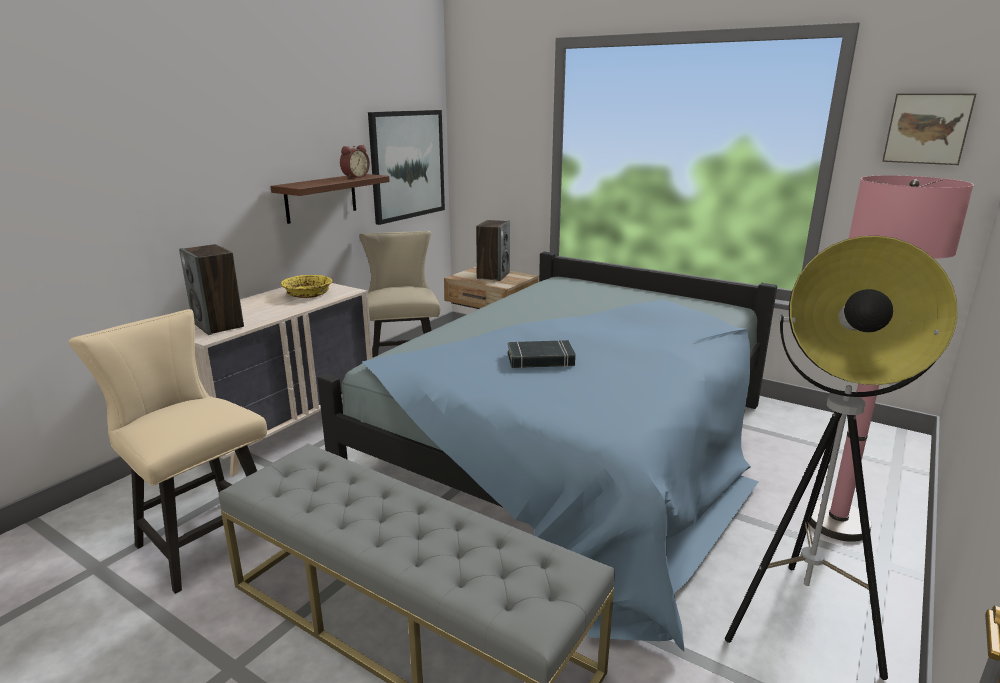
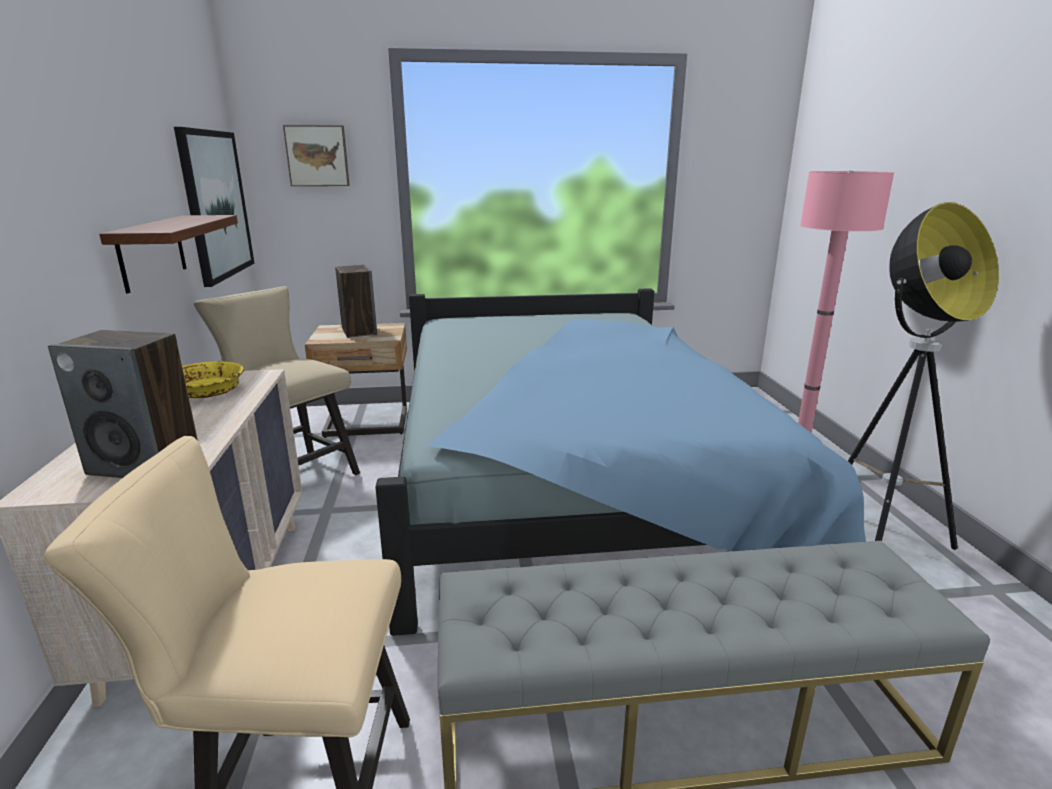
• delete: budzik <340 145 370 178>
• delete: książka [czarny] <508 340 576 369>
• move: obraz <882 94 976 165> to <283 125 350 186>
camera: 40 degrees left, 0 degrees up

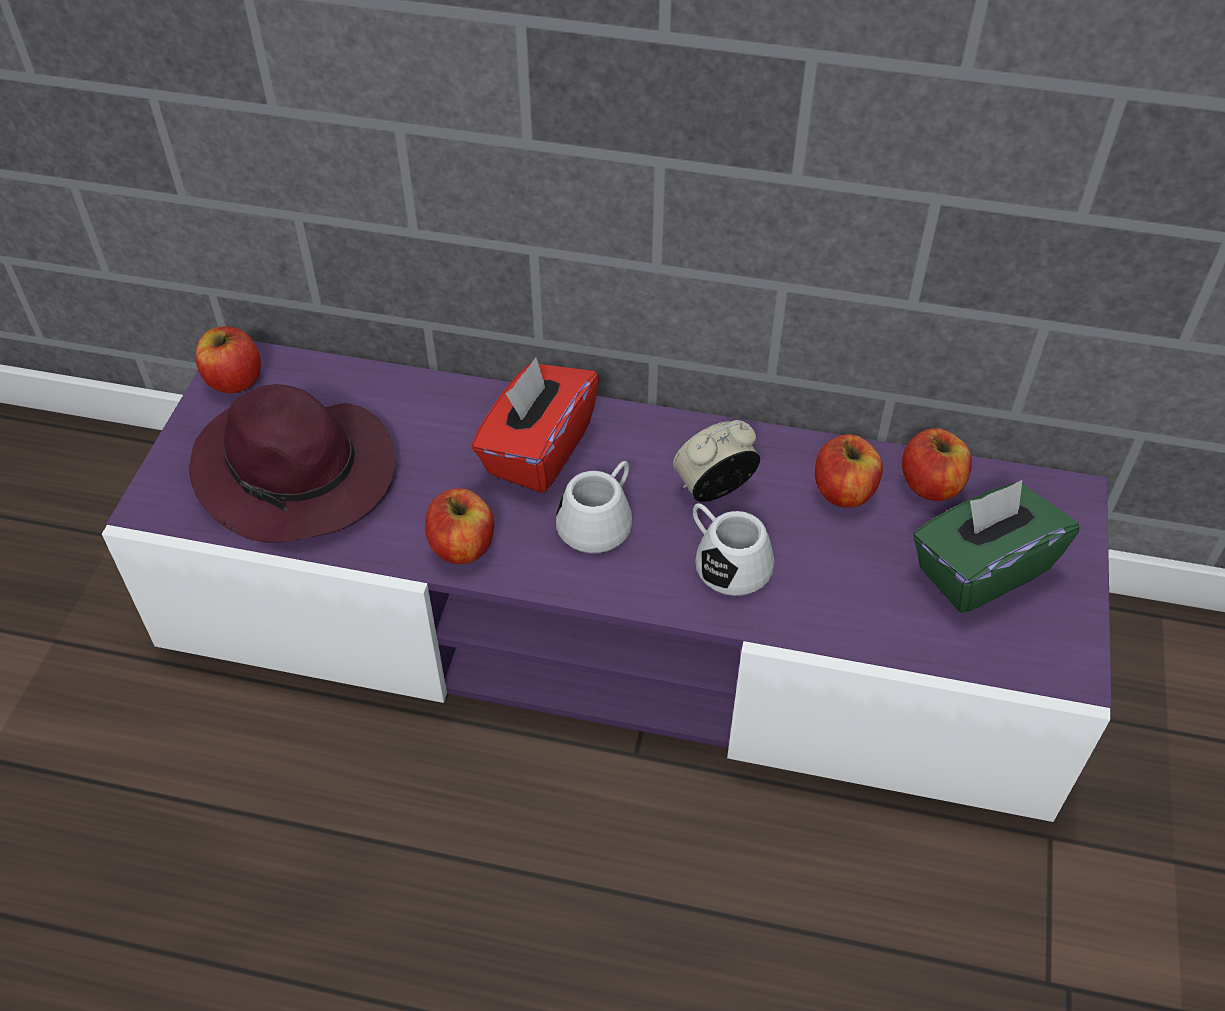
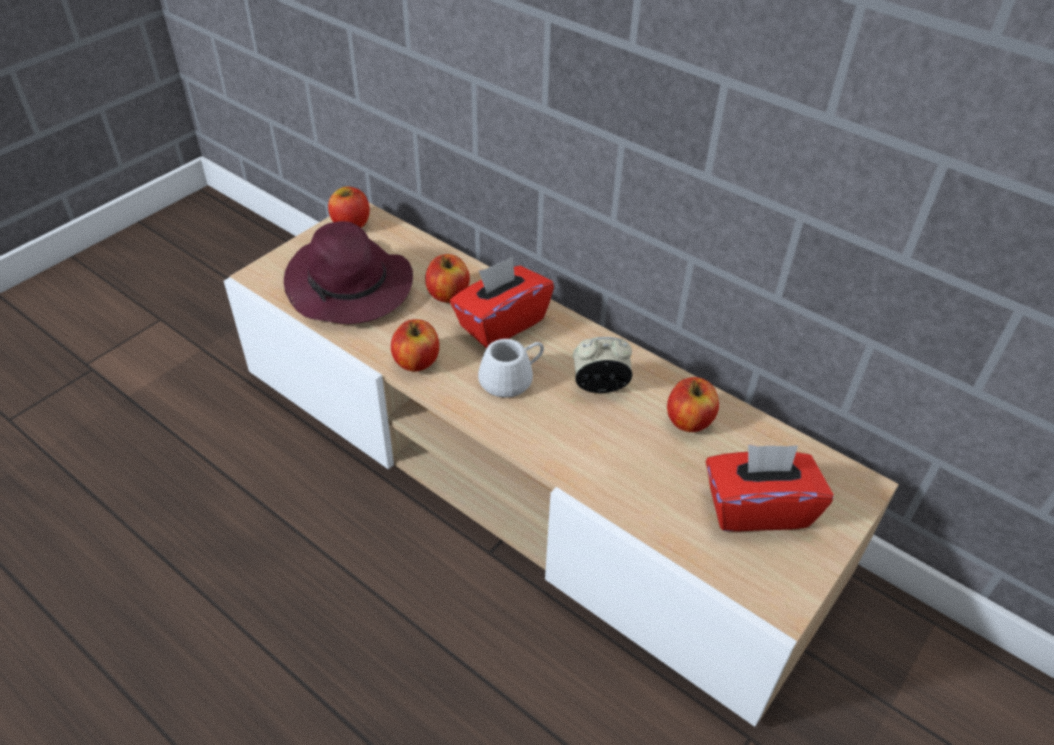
• delete: kubek [biały] <692 503 774 596>
• move: jabłko <902 428 972 501> to <425 254 470 303>
• recolor: szafka pod telewizor [fioletowy] <102 341 1111 822> to szafka pod telewizor [beżowy] <224 203 899 727>
• recolor: pudełko chusteczek [zielony] <913 480 1079 613> to pudełko chusteczek [czerwony] <706 444 834 532>
camera: 25 degrees right, 5 degrees down

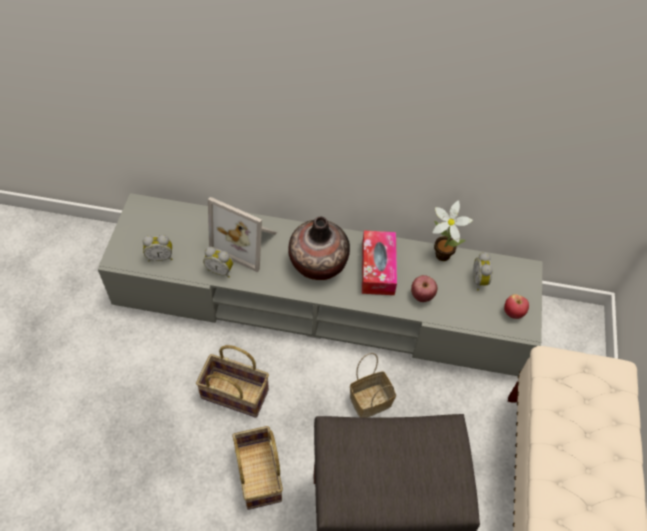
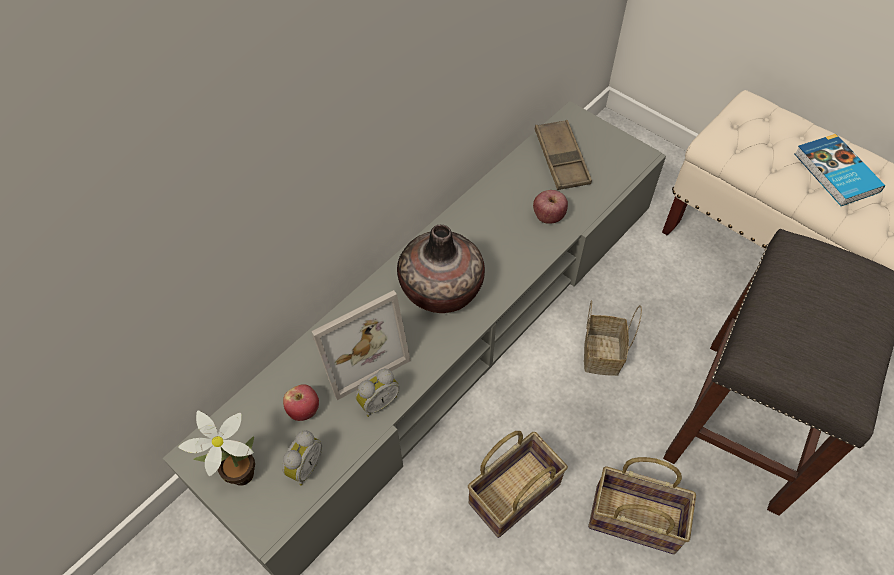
• delete: pudełko chusteczek <362 231 397 295>
• insert: książka <794 134 885 206>
• move: roślina doniczkowa <433 200 473 261> to <178 410 255 486>
• move: jabłko <504 294 529 319> to <283 384 319 421>
• replace: budzik <473 252 493 291> to taca [brązowy] <535 120 592 190>
camera: 55 degrees left, 0 degrees up

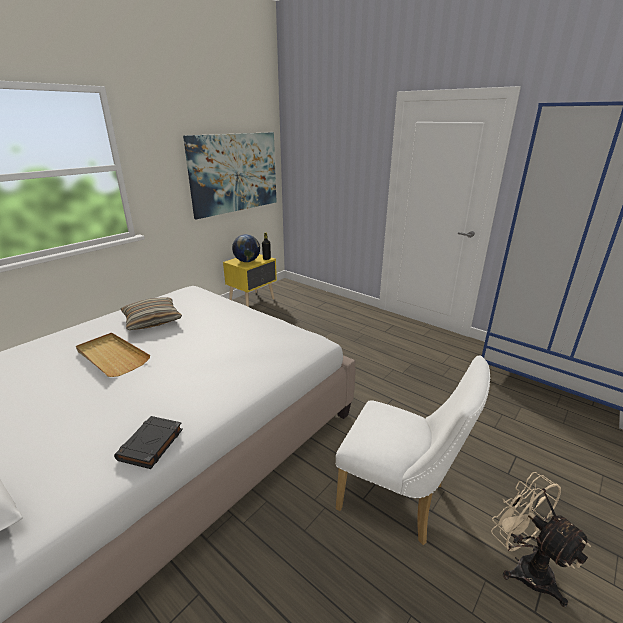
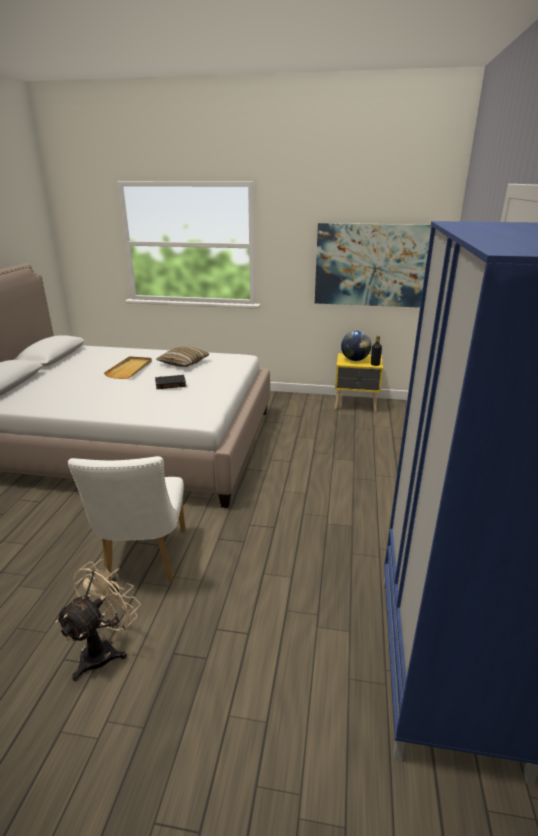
• move: książka [czarny] <114 416 183 469> to <155 375 186 389>
camera: 60 degrees right, 0 degrees up

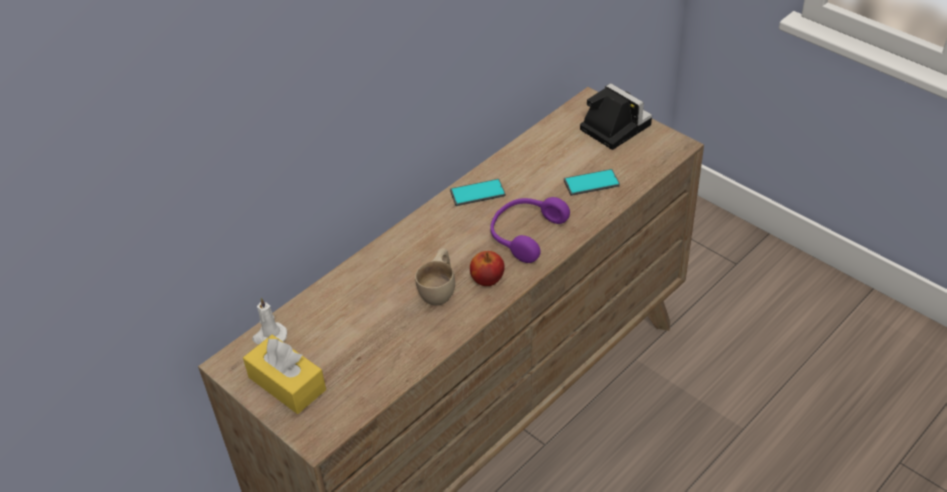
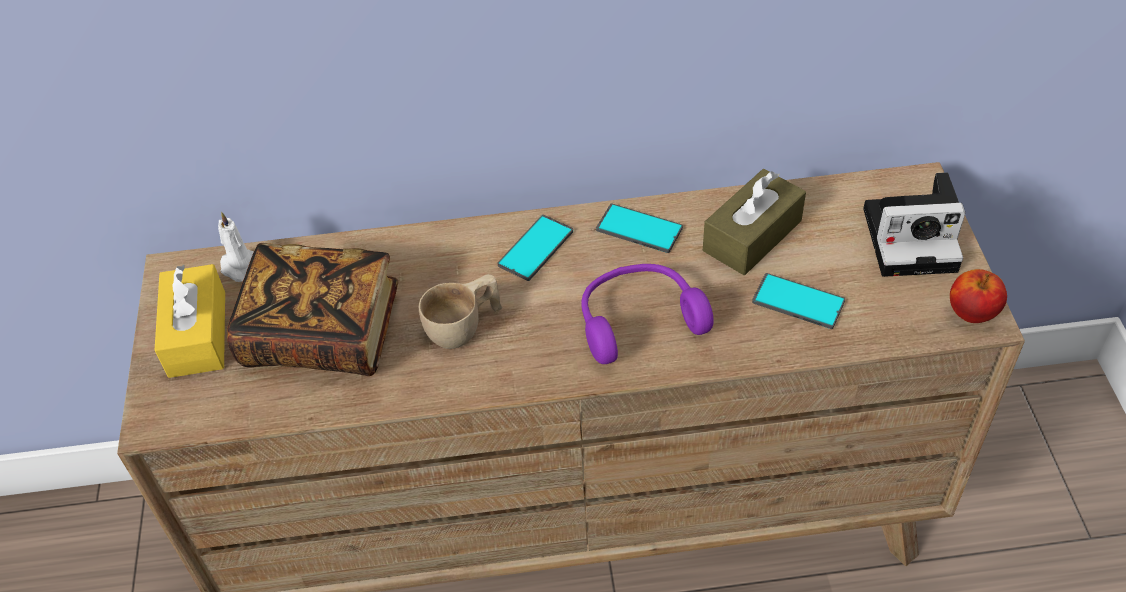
• insert: książka <227 243 398 376>
• insert: telefon <498 215 573 281>
• insert: pudełko chusteczek [brązowy] <703 169 806 275>
• move: jabłko <470 251 505 286> to <950 269 1007 323>
• rotate: aparat fotograficzny <580 83 652 150> = <863 172 965 277> 90 degrees clockwise
camera: 40 degrees right, 5 degrees up

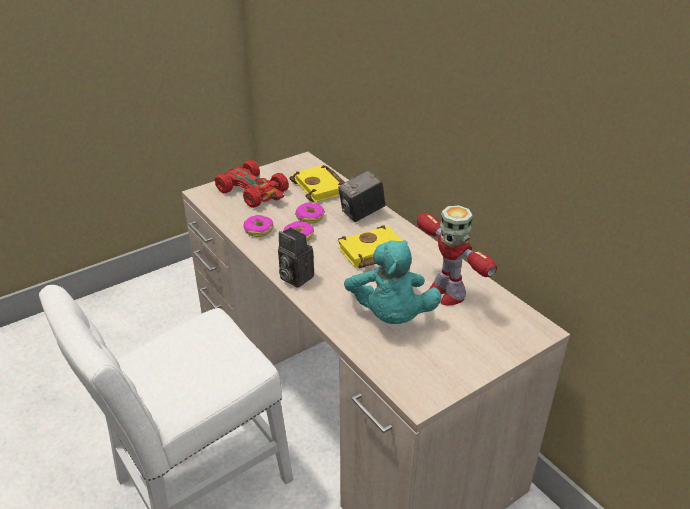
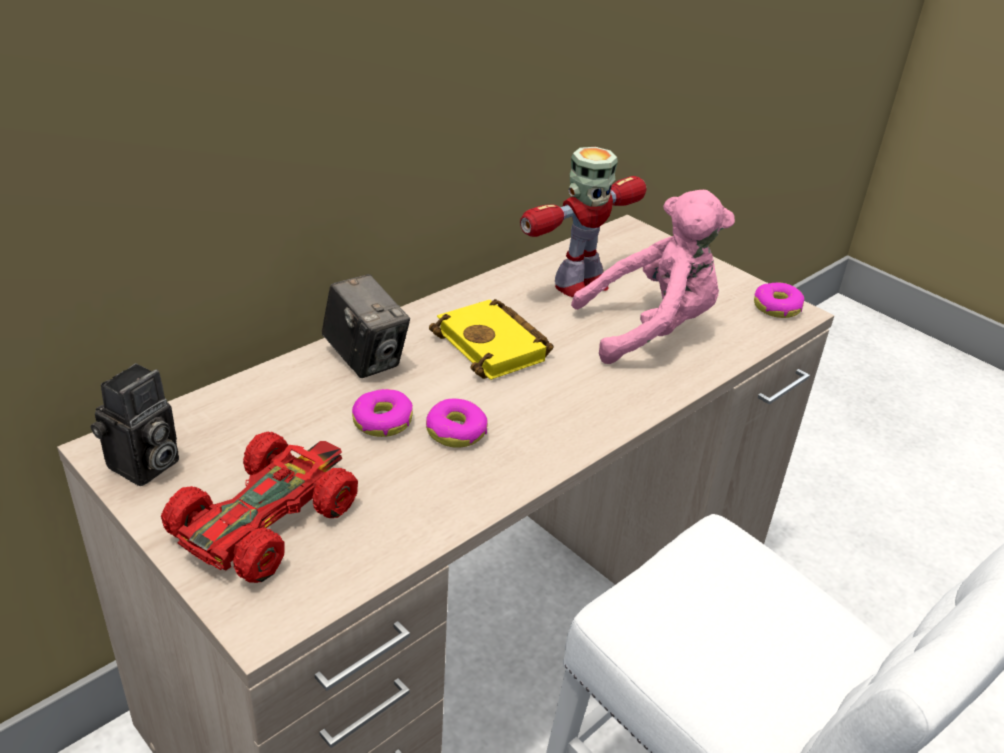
• delete: książka [żółty] <289 165 345 202>
• move: donut <243 215 274 237> to <754 283 804 318>
• move: aparat fotograficzny <278 227 314 288> to <90 363 179 486>
• recolor: pluszak [turkusowy] <344 240 441 324> to pluszak [różowy] <571 190 735 364>
camera: 100 degrees left, 0 degrees up

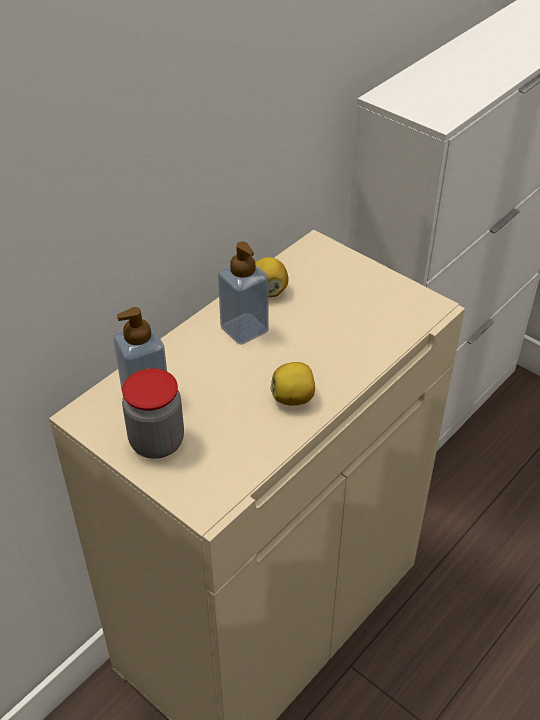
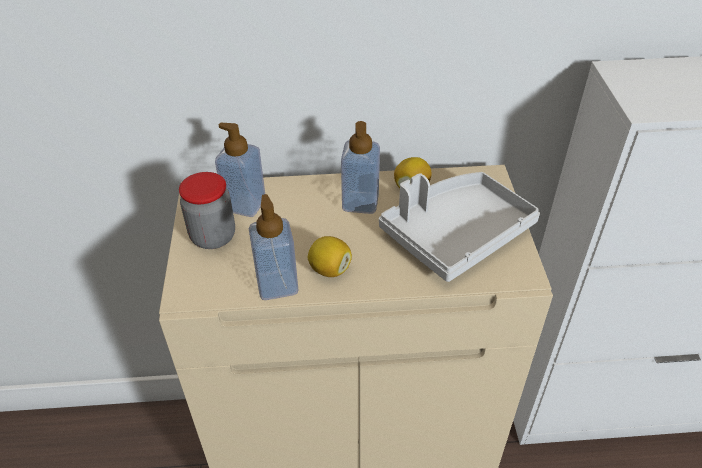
• insert: dozownik mydła <249 194 298 300>
• insert: taca [szary] <379 172 540 282>
camera: 45 degrees right, 0 degrees up

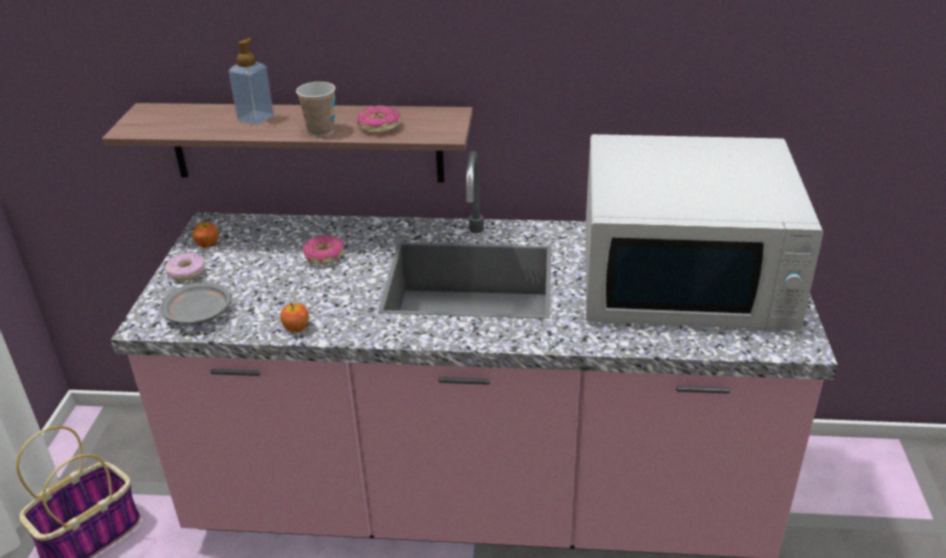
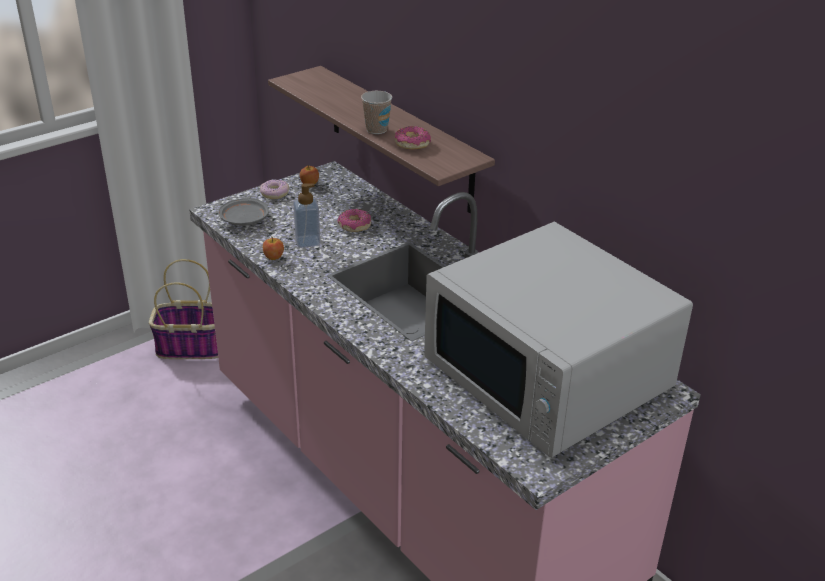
• move: dozownik mydła <228 38 274 125> to <293 184 320 248>
camera: 45 degrees right, 0 degrees up

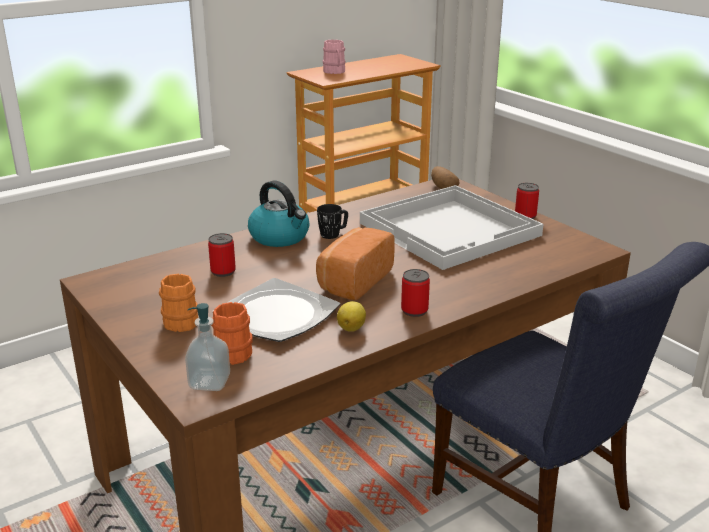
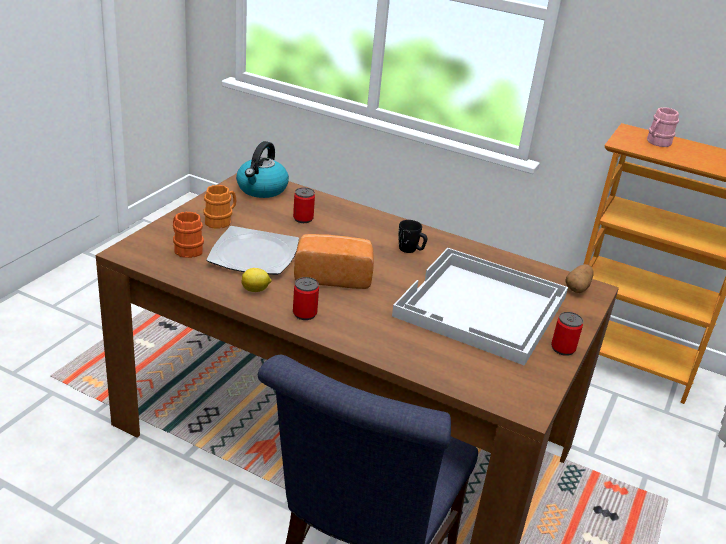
• delete: dozownik mydła <185 303 230 391>
• move: czajnik <248 181 309 247> to <236 141 289 198>
camera: 60 degrees right, 5 degrees up

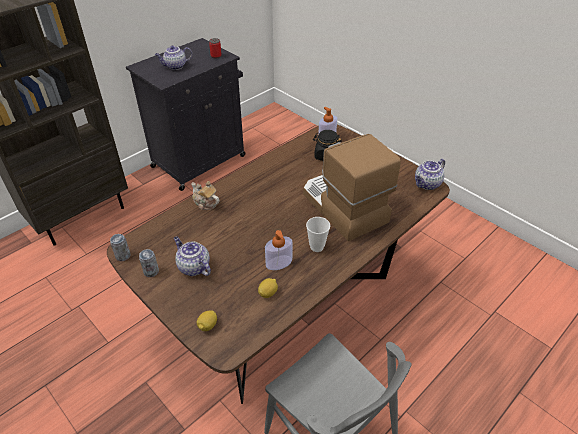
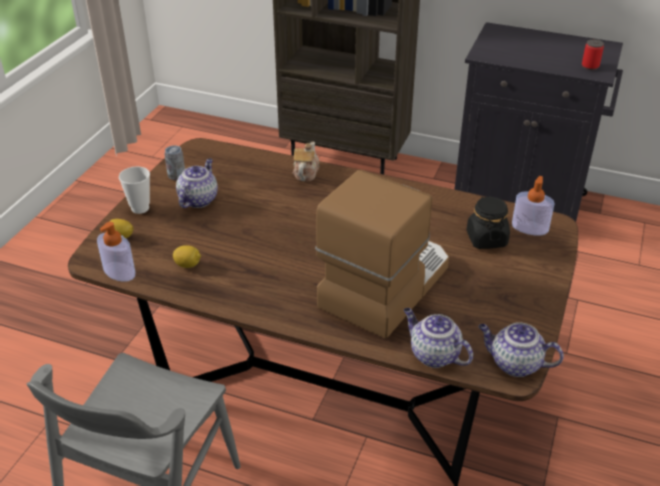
• delete: puszka <110 234 131 261>
• move: imbryk <155 45 192 70> to <404 308 473 368>
• move: dozownik mydła <265 230 292 270> to <97 222 135 282>
• move: filiżanka <306 217 330 252> to <119 166 150 214>
camera: 65 degrees right, 5 degrees down

